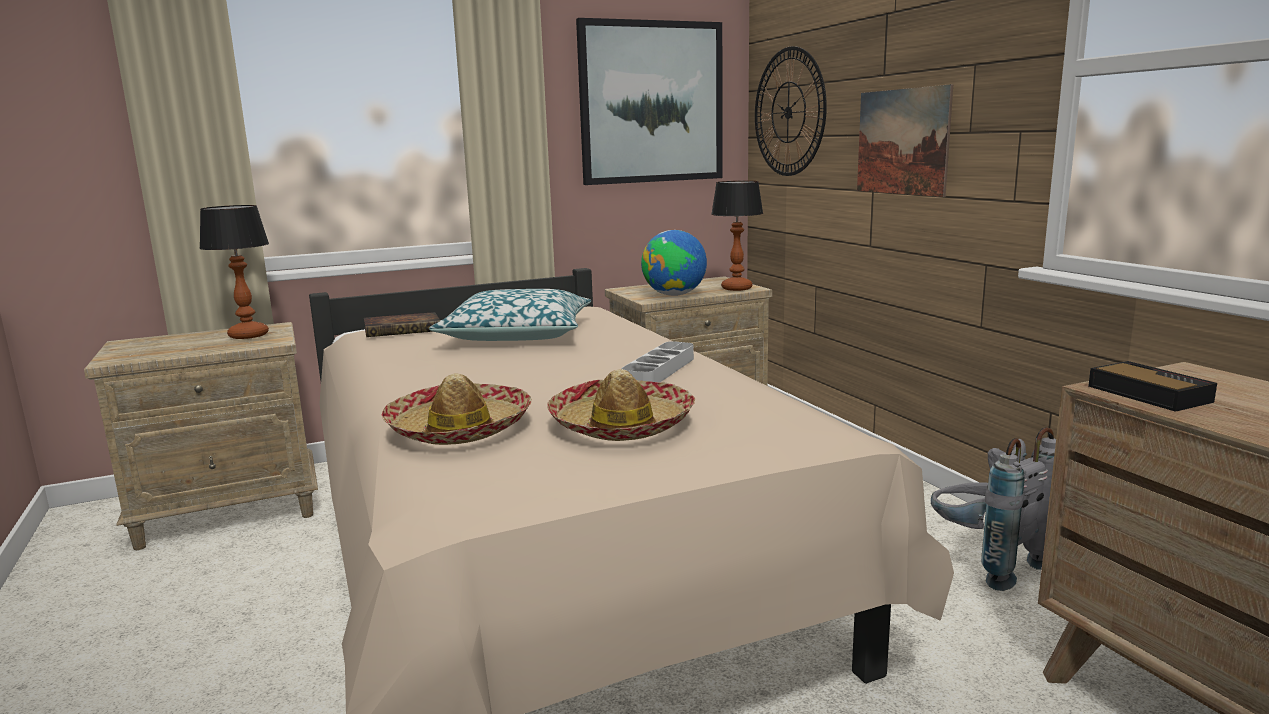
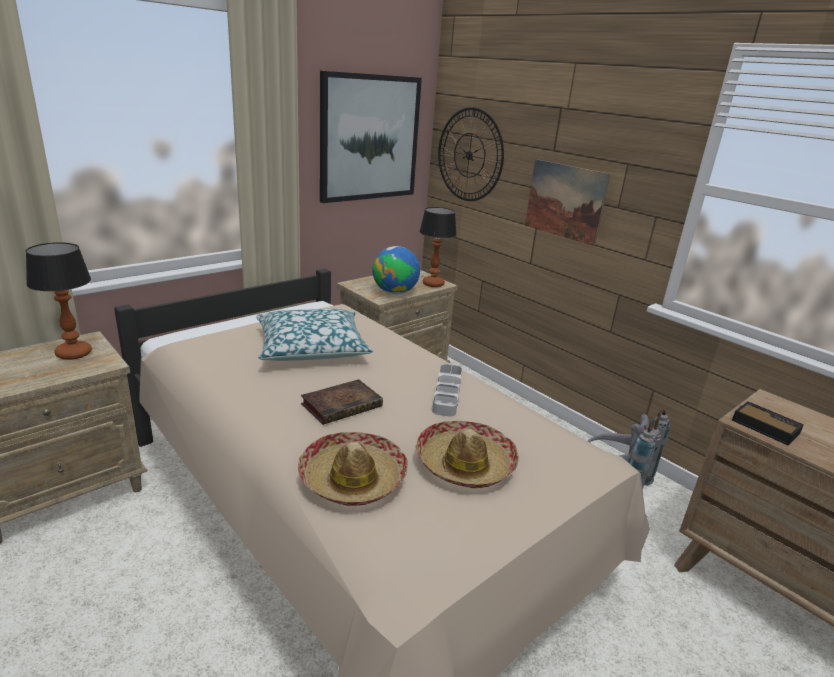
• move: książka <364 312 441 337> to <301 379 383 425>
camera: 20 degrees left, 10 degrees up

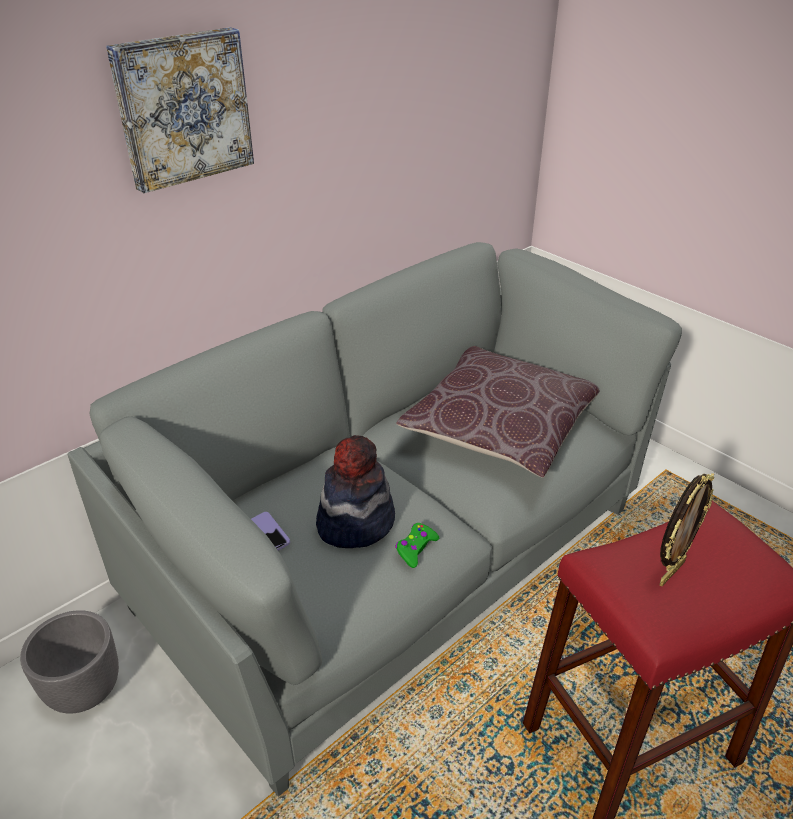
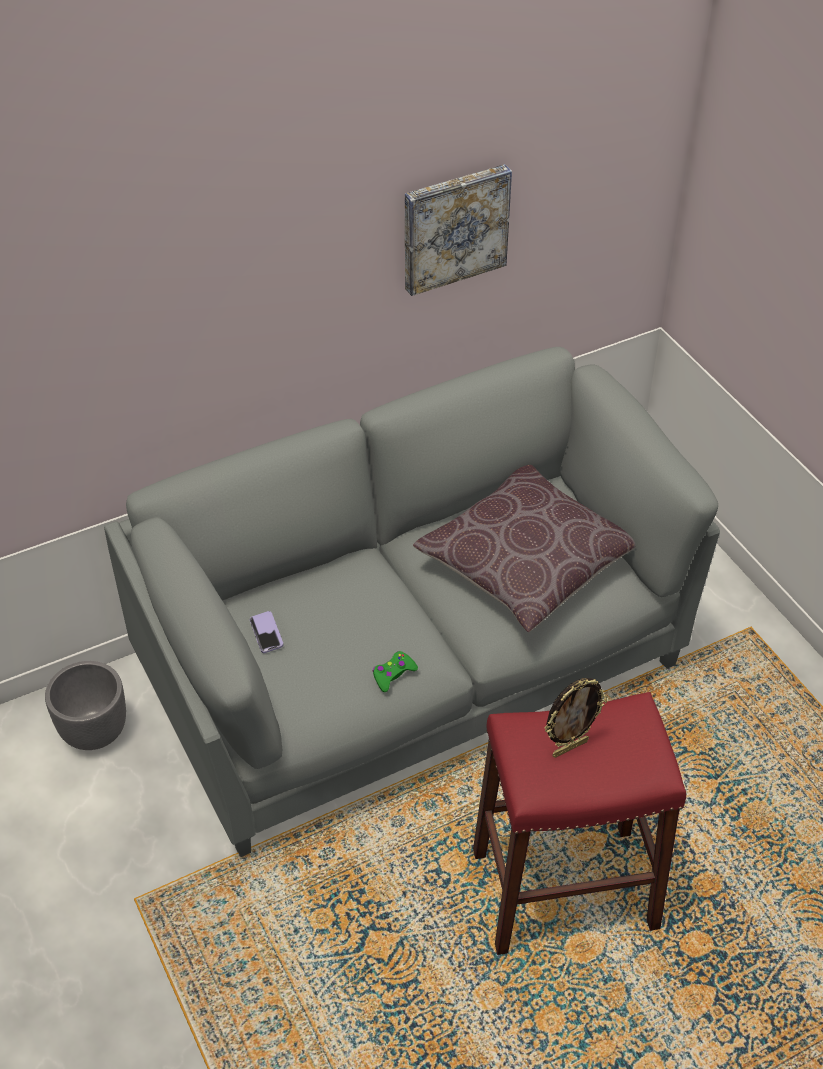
• delete: kapelusz <316 435 395 548>
• move: obraz <106 27 254 193> to <405 164 512 296>
camera: 15 degrees right, 10 degrees up

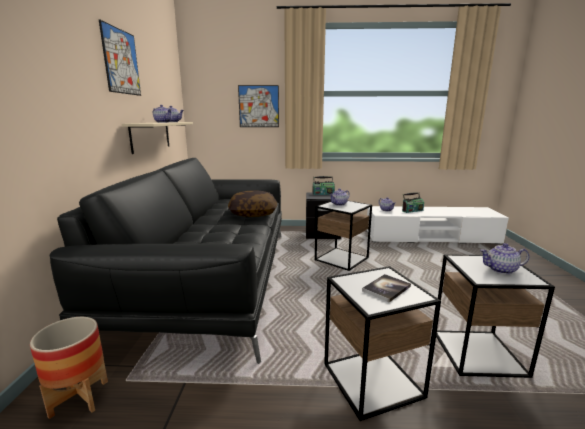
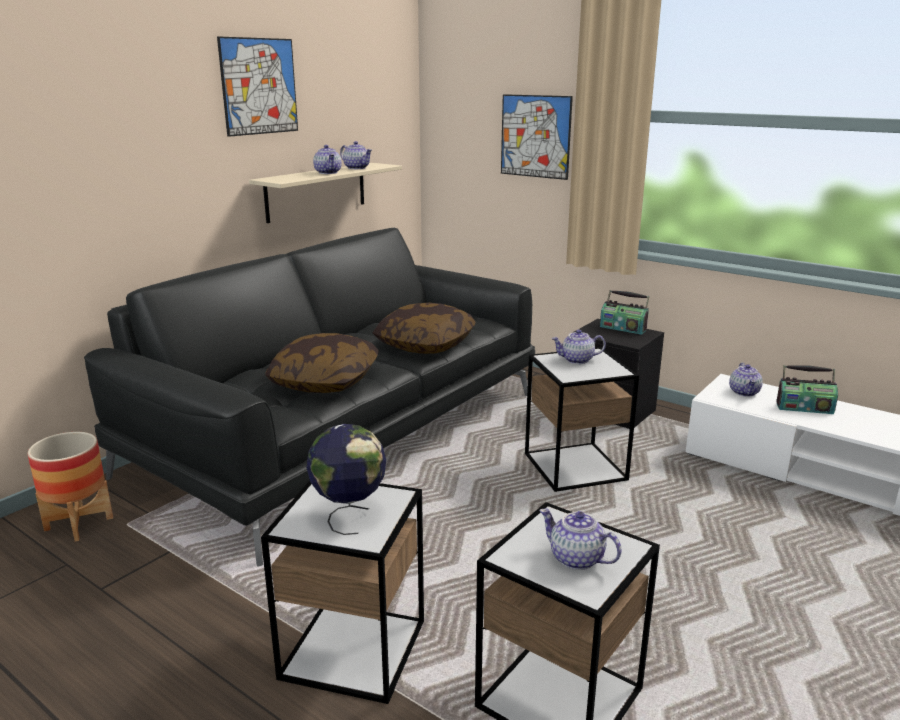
• insert: poduszka <265 333 379 393>
• replace: książka <362 274 411 303> to globus <306 424 386 535>
camera: 35 degrees right, 5 degrees up

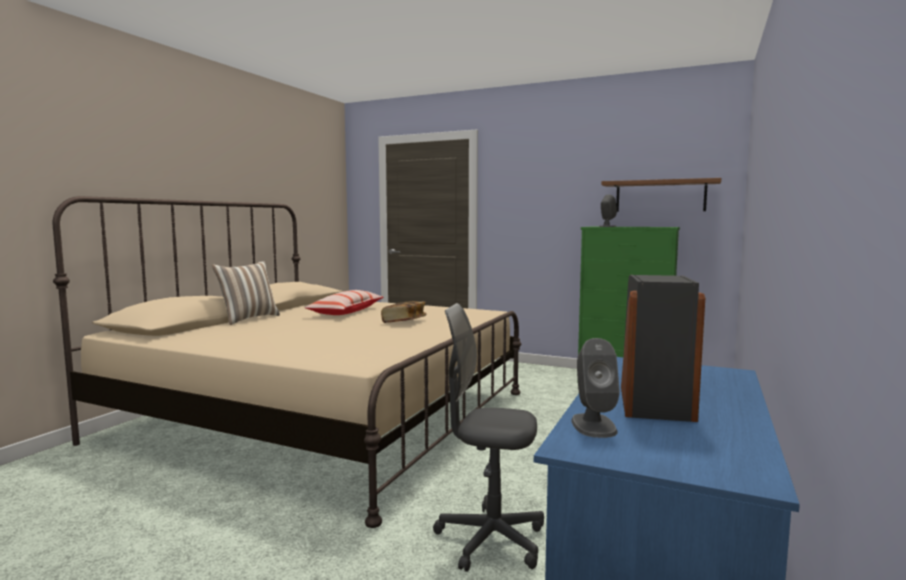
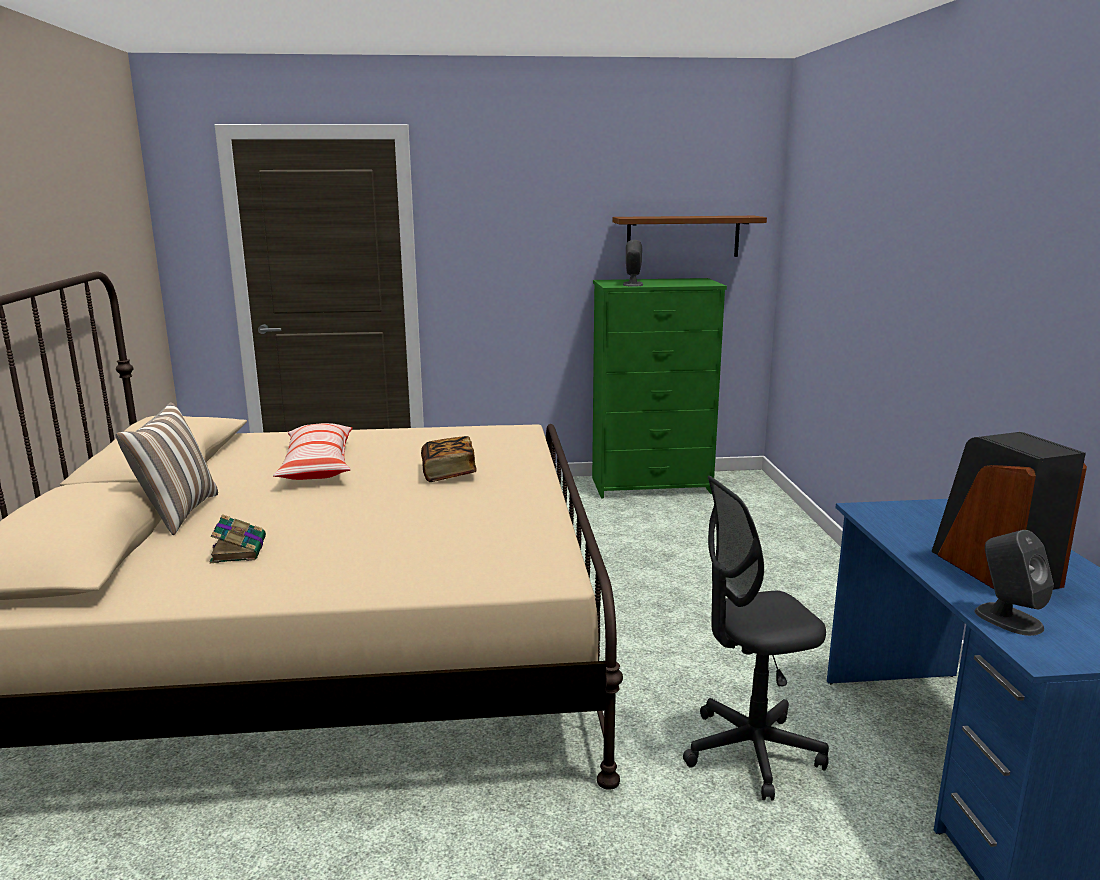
• insert: książka <210 514 266 563>
camera: 30 degrees left, 10 degrees up

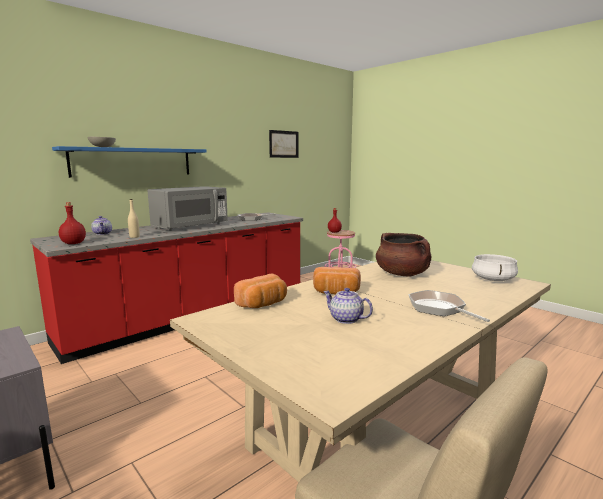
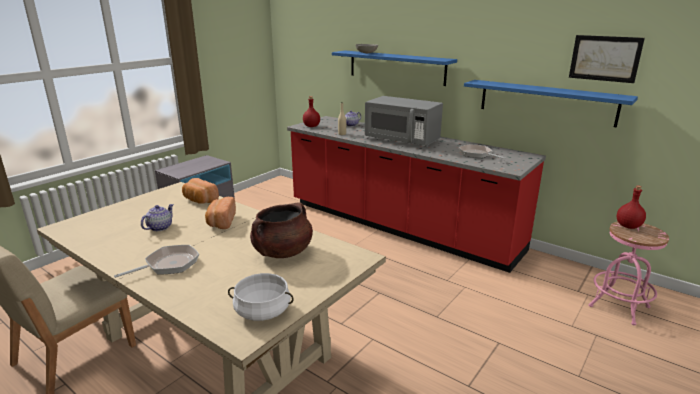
• insert: półka [niebieski] <464 80 638 127>
camera: 80 degrees right, 10 degrees up

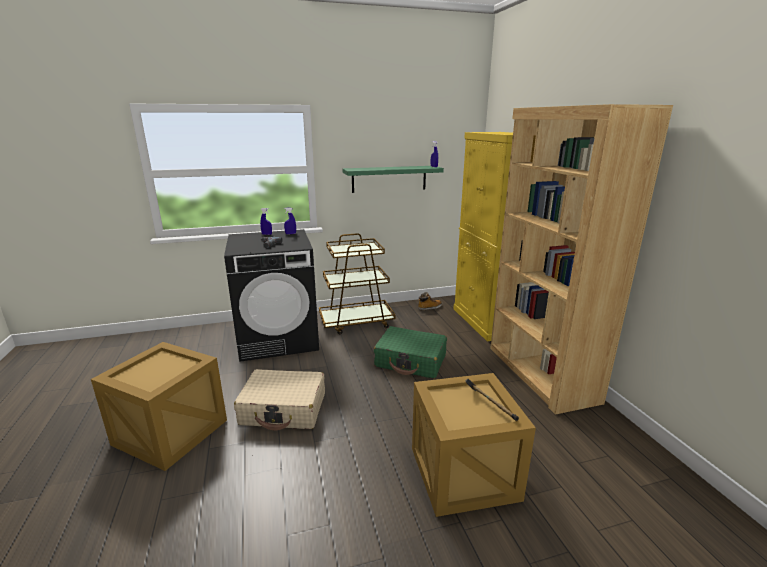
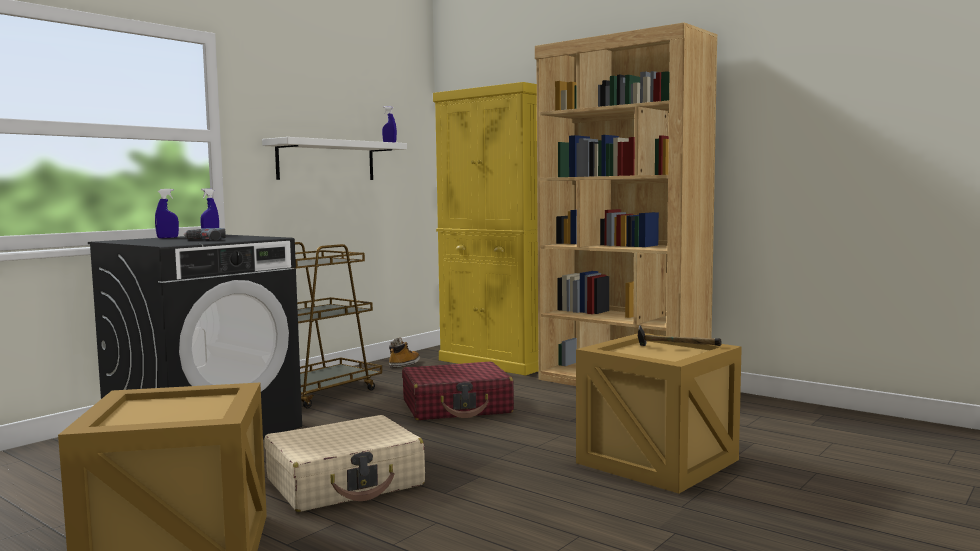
• recolor: półka [zielony] <343 166 444 193> to półka [biały] <262 137 407 180>
• recolor: walizka [zielony] <374 326 447 379> to walizka [czerwony] <402 362 514 420>
camera: 35 degrees left, 15 degrees down

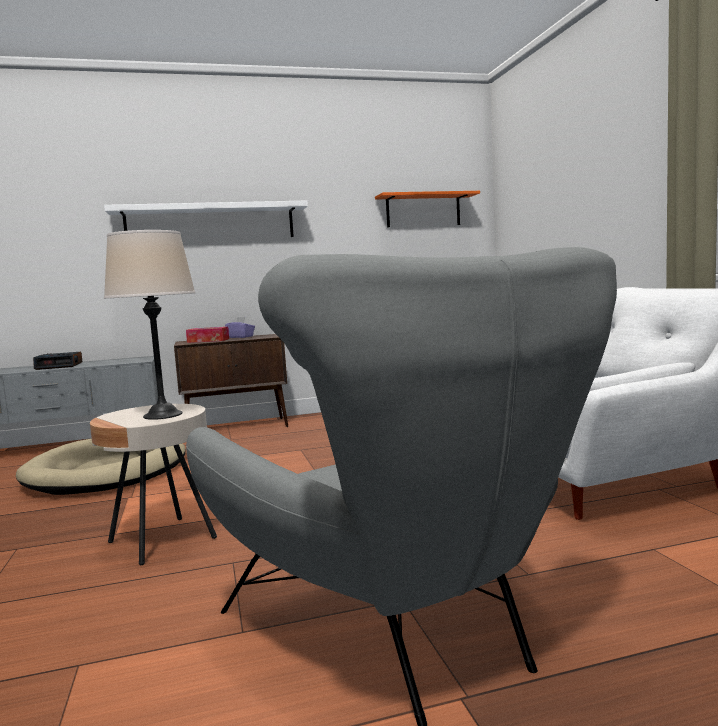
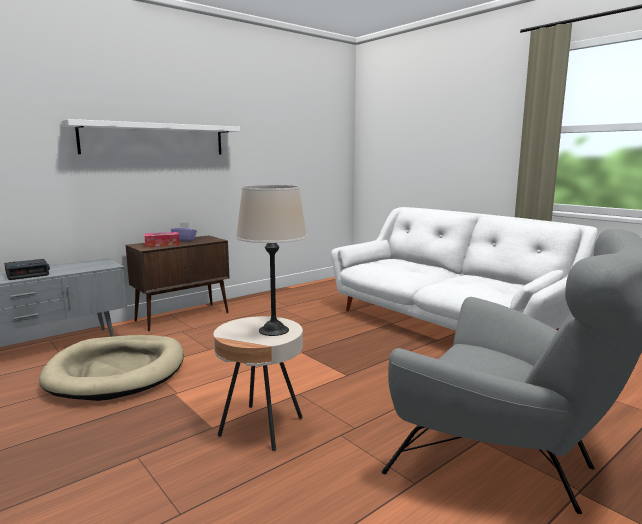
• delete: półka [pomarańczowy] <375 191 480 227>
camera: 25 degrees left, 5 degrees up

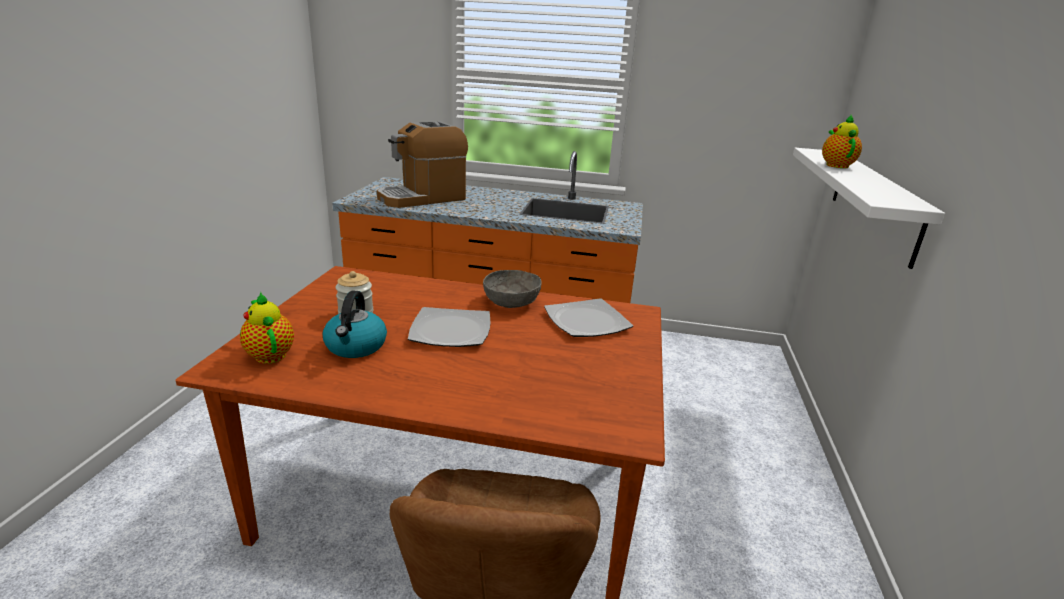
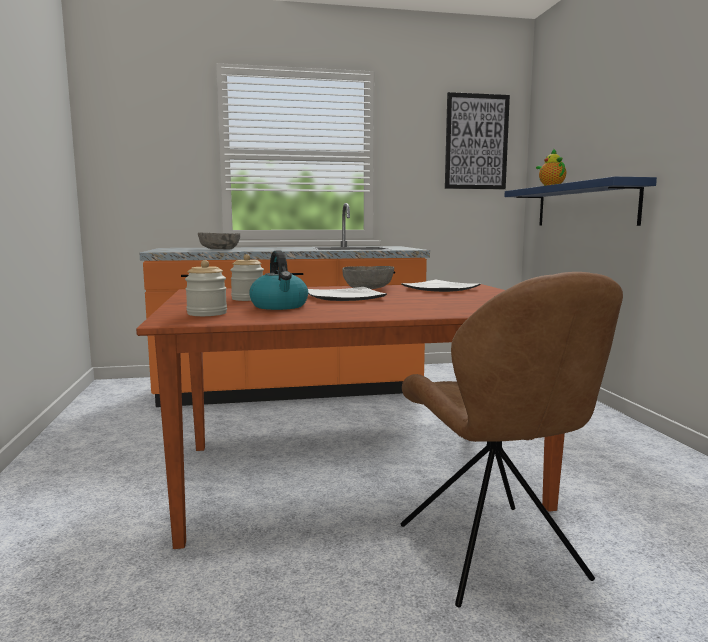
• insert: obraz <445 92 510 189>
• replace: imbryk <240 292 294 364> to słoik <185 260 227 316>
• replace: ekspres do kawy <377 121 468 208> to miska [szary] <198 233 240 249>
• recolor: półka [biały] <793 148 945 269> to półka [niebieski] <504 177 657 226>
camera: 20 degrees left, 15 degrees down

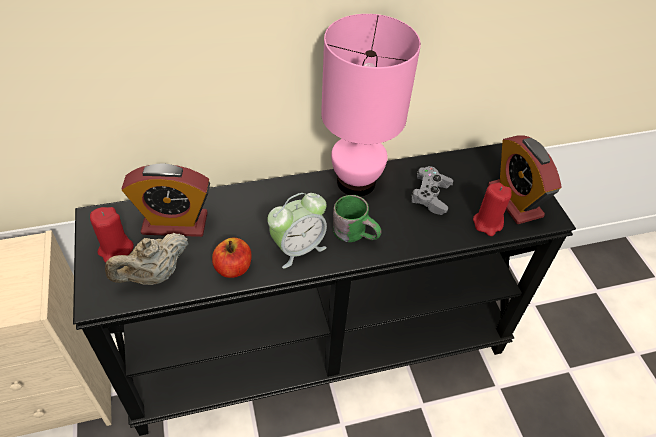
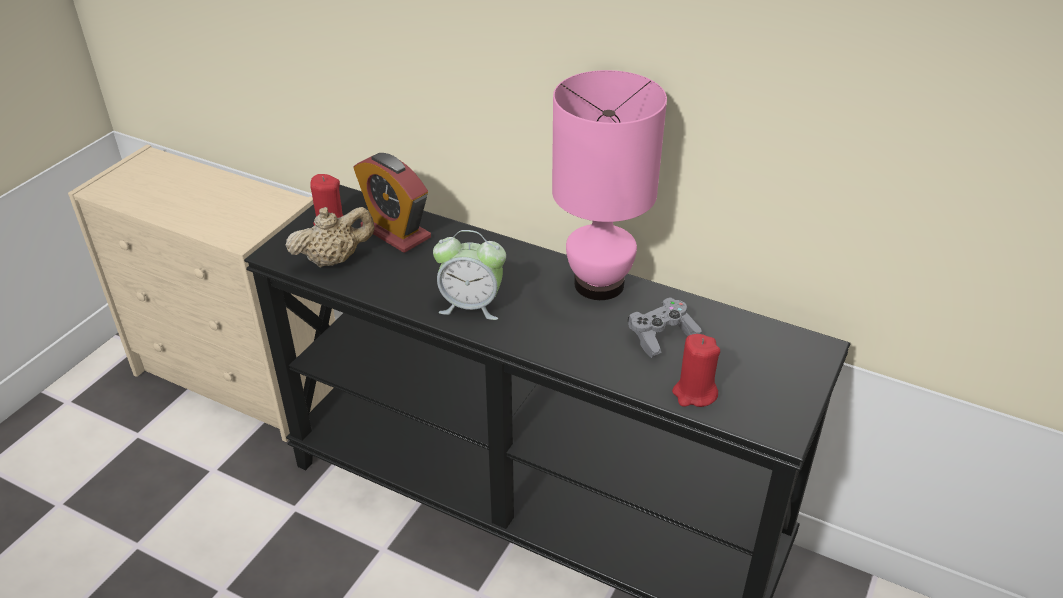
• delete: jabłko <212 238 251 278>
• delete: kubek [zielony] <333 195 382 242>
• delete: budzik <488 135 562 224>
• rotate: imbryk [beżowy] <105 233 188 285> = <285 207 374 268> 150 degrees clockwise
camera: 45 degrees right, 10 degrees down

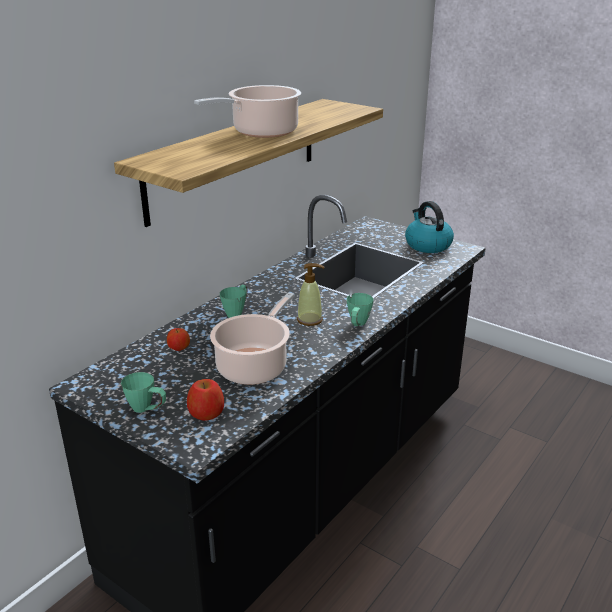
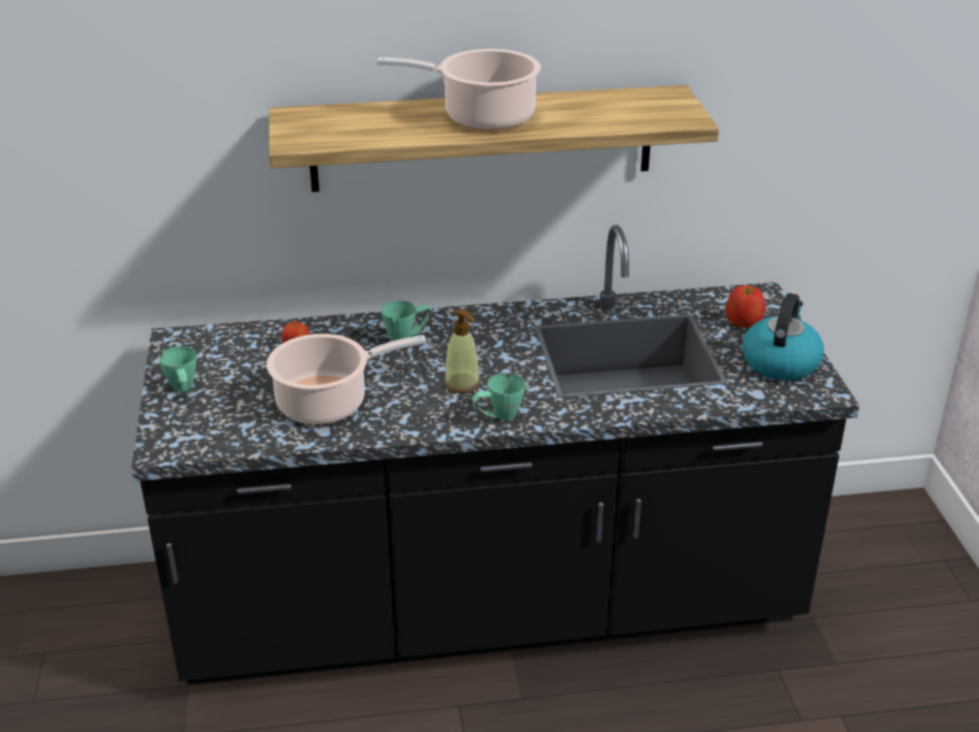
• move: jabłko <187 379 224 421> to <725 285 766 328>
camera: 45 degrees right, 5 degrees up

